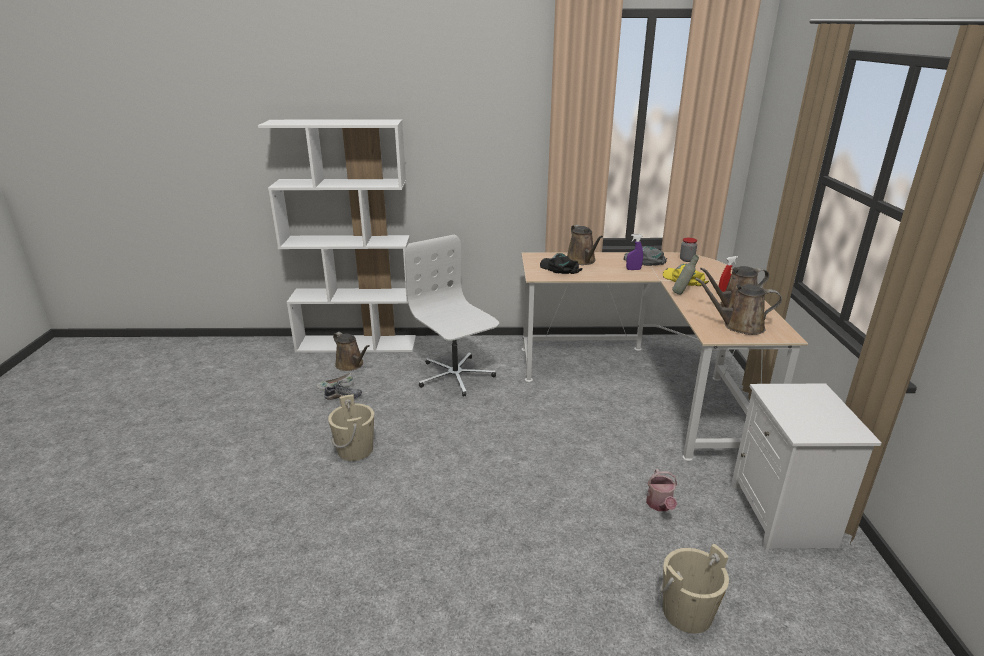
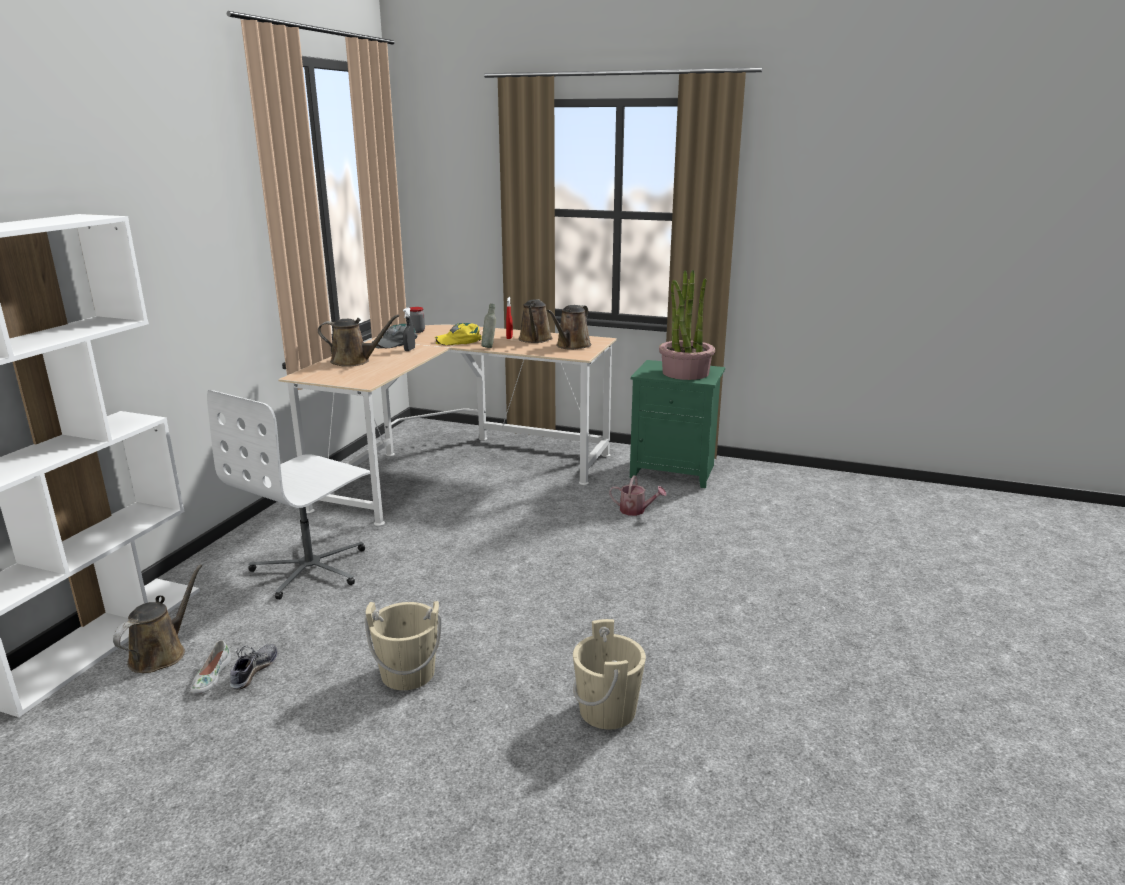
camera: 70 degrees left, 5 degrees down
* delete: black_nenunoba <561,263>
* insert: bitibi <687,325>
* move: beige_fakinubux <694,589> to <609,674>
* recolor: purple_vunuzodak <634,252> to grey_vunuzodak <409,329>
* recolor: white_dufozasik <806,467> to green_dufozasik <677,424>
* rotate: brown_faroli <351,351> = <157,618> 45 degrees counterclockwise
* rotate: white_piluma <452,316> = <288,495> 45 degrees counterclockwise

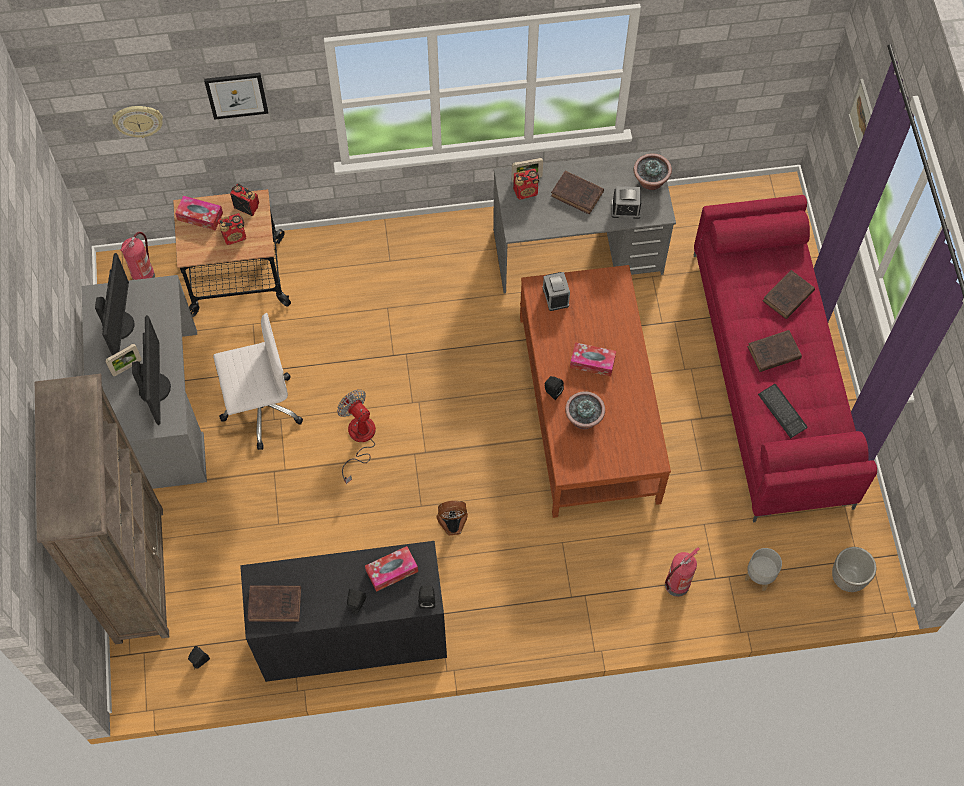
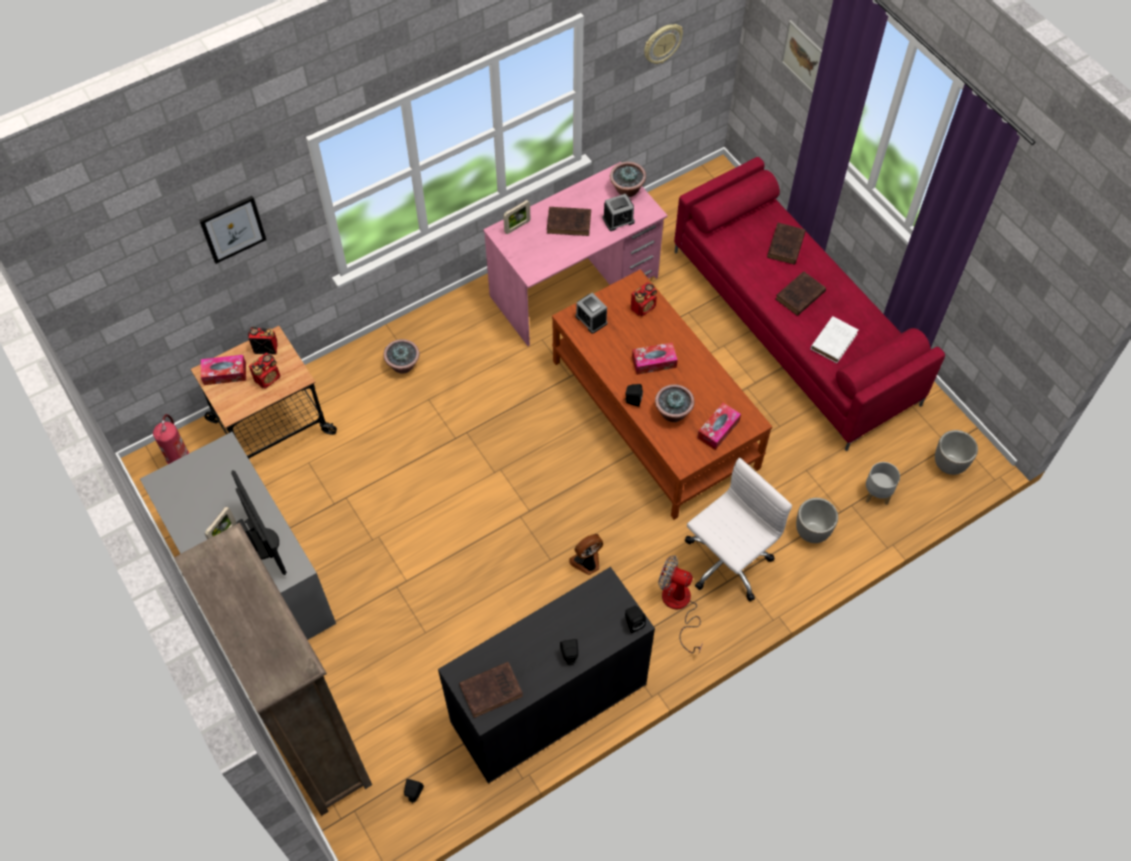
camera: 25 degrees left, 5 degrees down
* delete: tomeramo <114,304>
* insert: bitibi <401,356>
* move: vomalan <137,122> to <663,44>
* move: white_piluma <258,381> to <738,529>
* move: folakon <356,437> to <680,604>
* move: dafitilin <391,569> to <719,426>
* move: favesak <526,184> to <644,299>
* replace: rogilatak <682,572> to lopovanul <817,520>
* replace: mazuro <783,411> to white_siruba <834,339>
* recolor: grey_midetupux <584,221> to pink_midetupux <575,254>

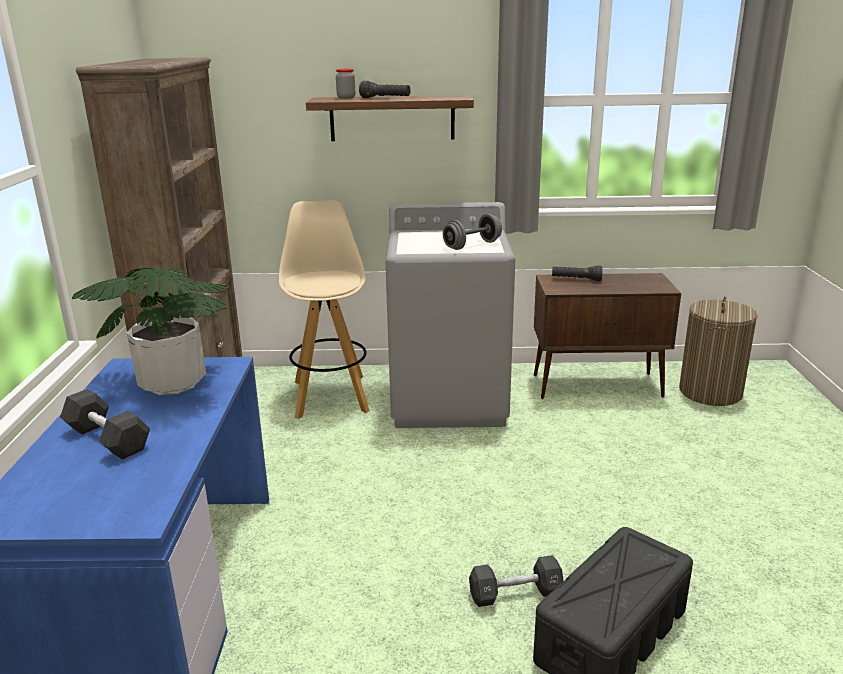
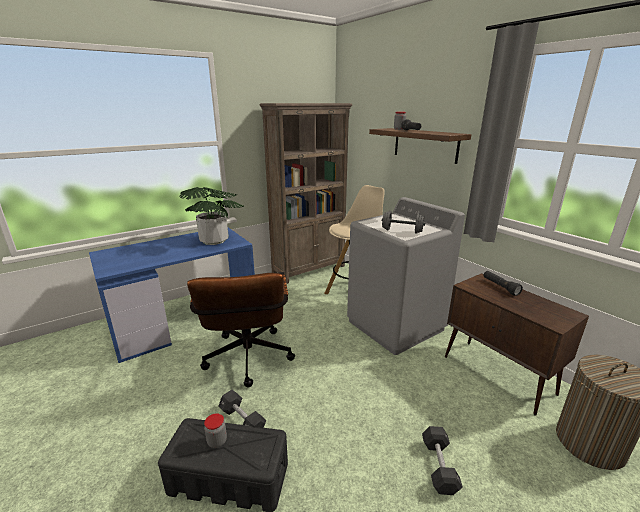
camera: 55 degrees right, 0 degrees up
* insert: brown_piluma <241,329>
* insert: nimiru <215,430>
* move: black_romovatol <105,424> to <442,460>

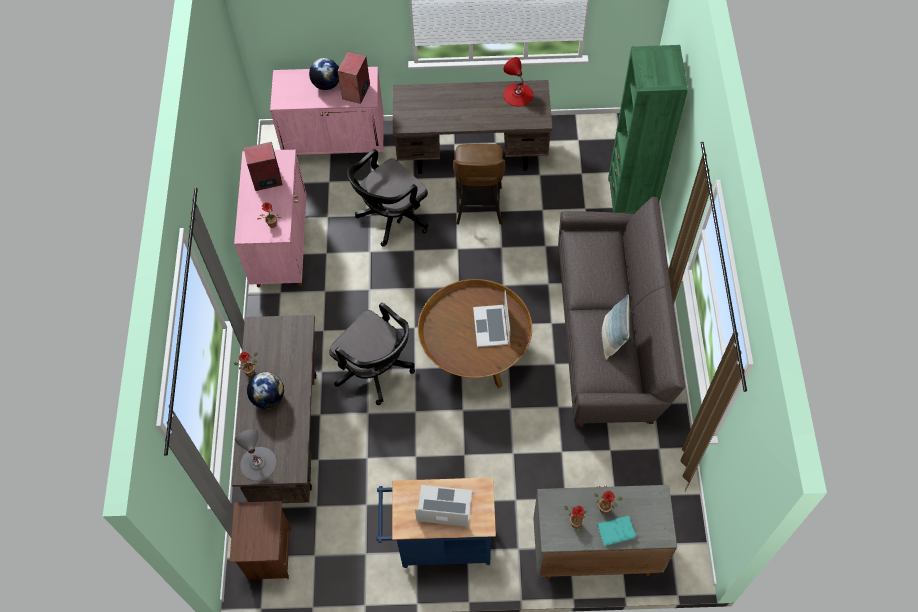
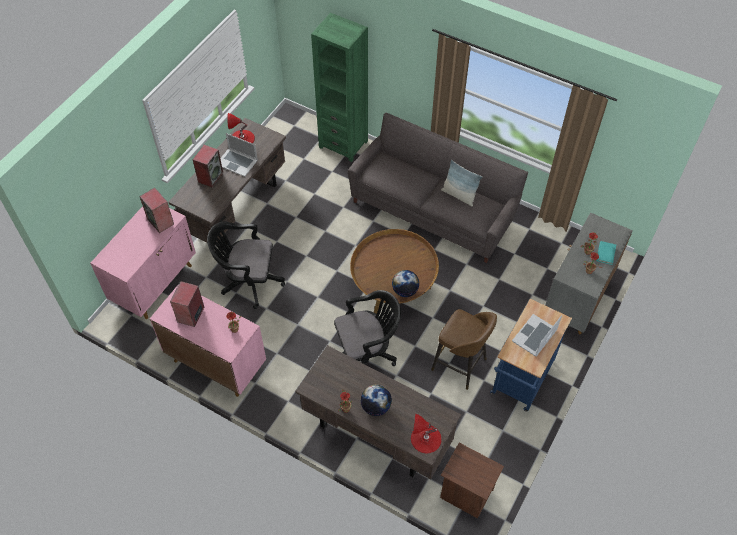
camera: 60 degrees left, 5 degrees down
* insert: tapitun <208,166>
* move: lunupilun <324,74> to <405,283>
* move: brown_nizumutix <479,184> to <464,349>
* move: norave <491,318> to <239,155>
* recolor: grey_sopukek <256,455> to red_sopukek <426,433>
* rotate: black_piluma <387,198> = <246,265> 105 degrees clockwise

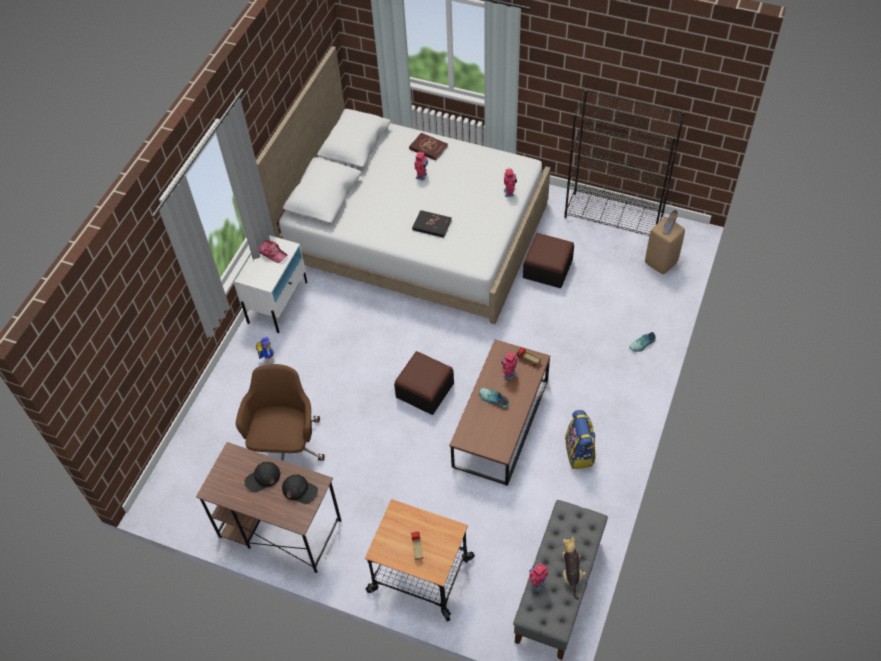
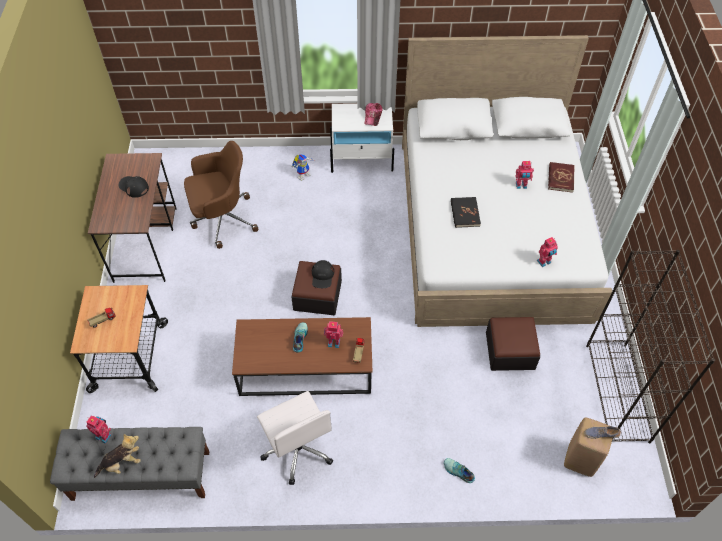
camera: 65 degrees right, 0 degrees up
* move: black_nenunoba <300,489> to <323,274>
* replace: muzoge <580,439> to white_piluma <295,438>

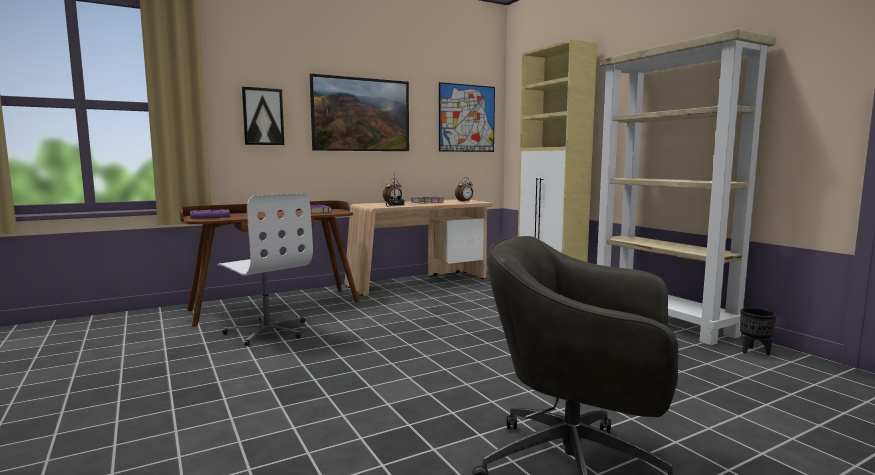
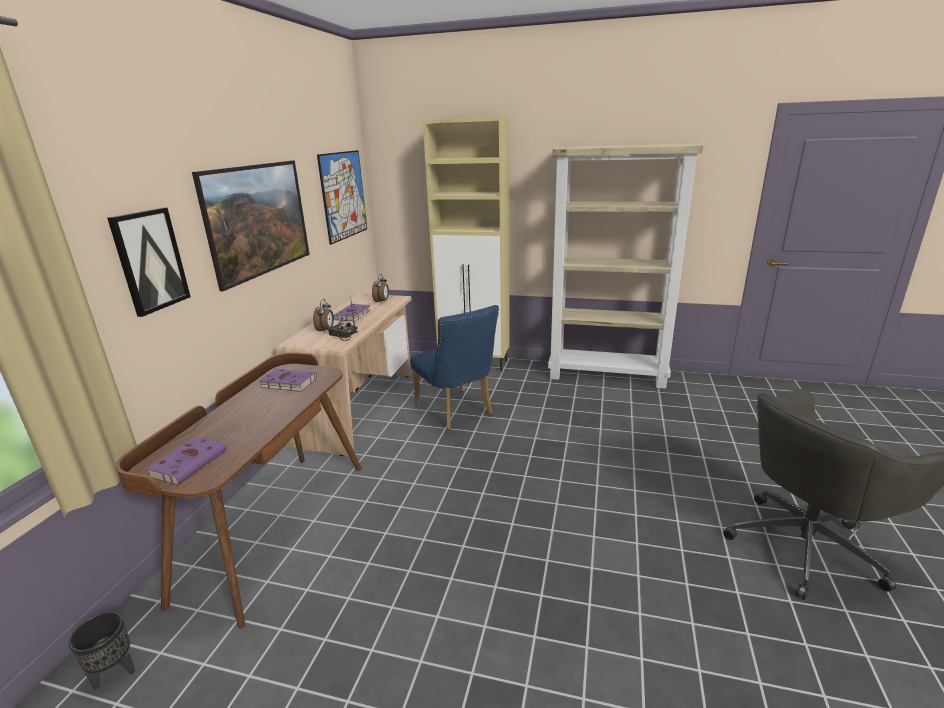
camera: 45 degrees left, 15 degrees up
* delete: white_piluma <265,269>
* insert: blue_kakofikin <454,367>
* move: black_lopovanul <758,332> to <101,650>

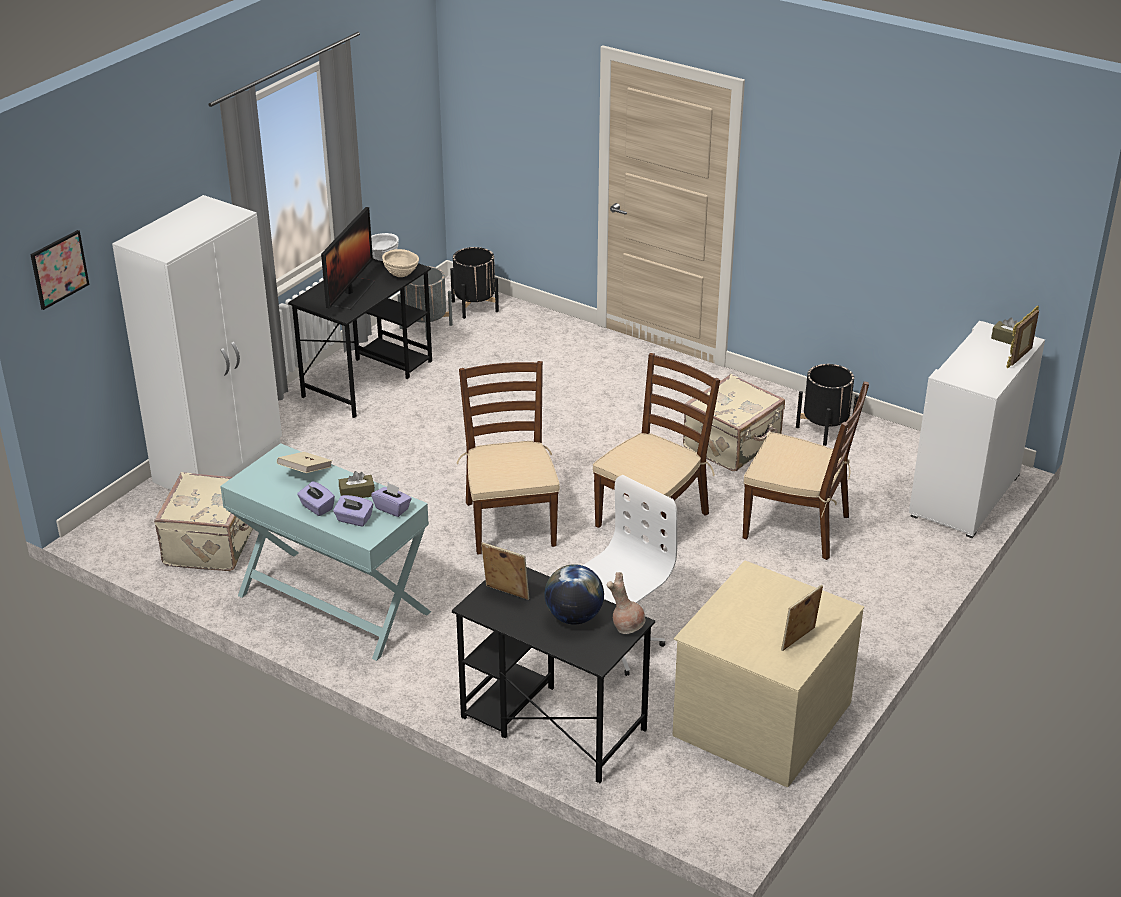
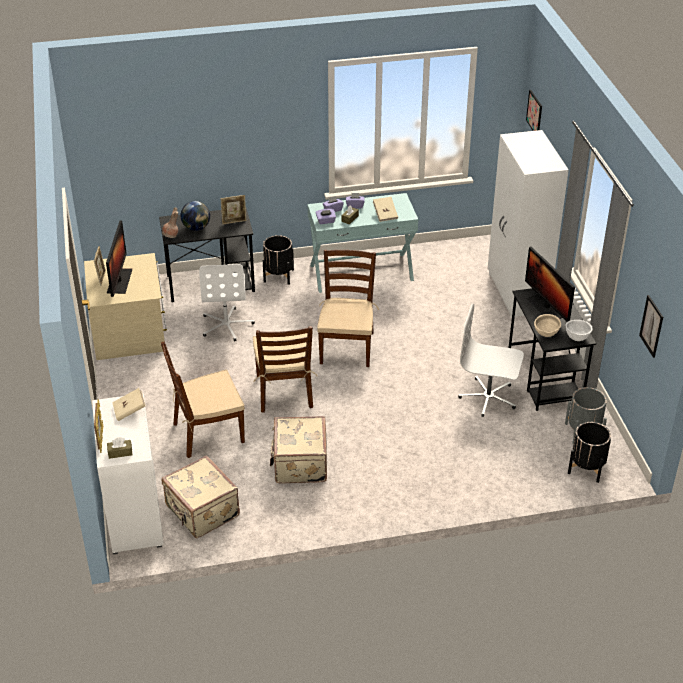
camera: 135 degrees right, 5 degrees up
* insert: tomeramo <119,258>
* insert: beige_siruba <129,404>
* insert: white_piluma <491,360>
* insert: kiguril <651,326>
* move: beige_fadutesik <203,521> to <201,496>
* move: black_lopovanul <827,405> to <278,260>
* rotate: brown_kakofikin <508,458> = <348,308> 120 degrees counterclockwise

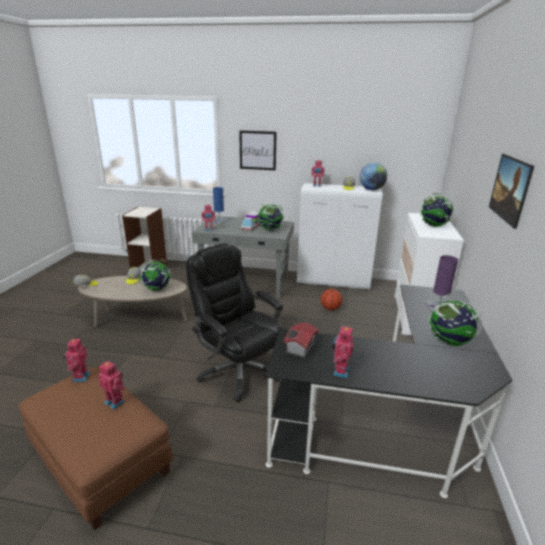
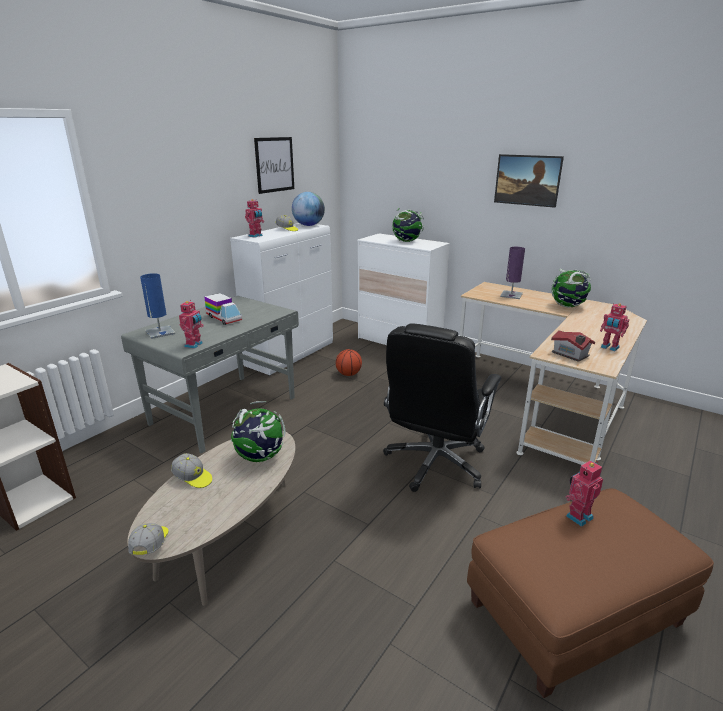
camera: 65 degrees left, 0 degrees up
* delete: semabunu <77,359>
* delete: lunupilun <271,216>
* move: kiguril <258,150> to <274,165>
* recolor: black_midetupux <388,391> to beige_midetupux <553,373>
* rotate: black_piluma <235,323> = <442,407> 45 degrees counterclockwise

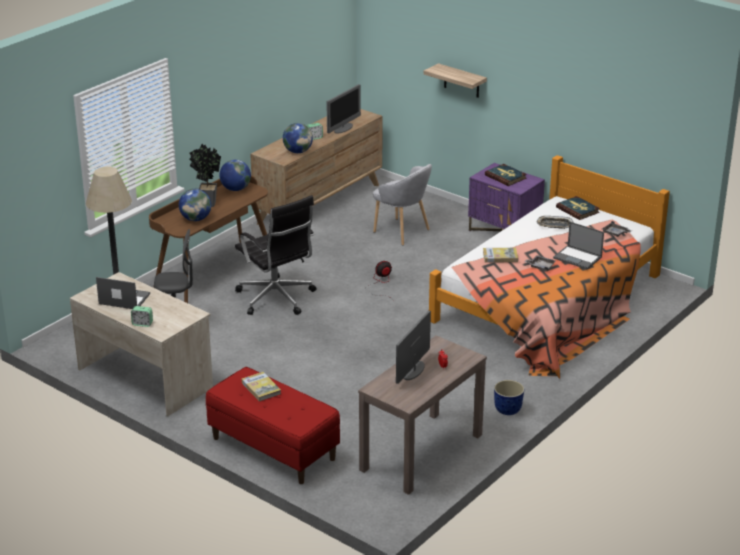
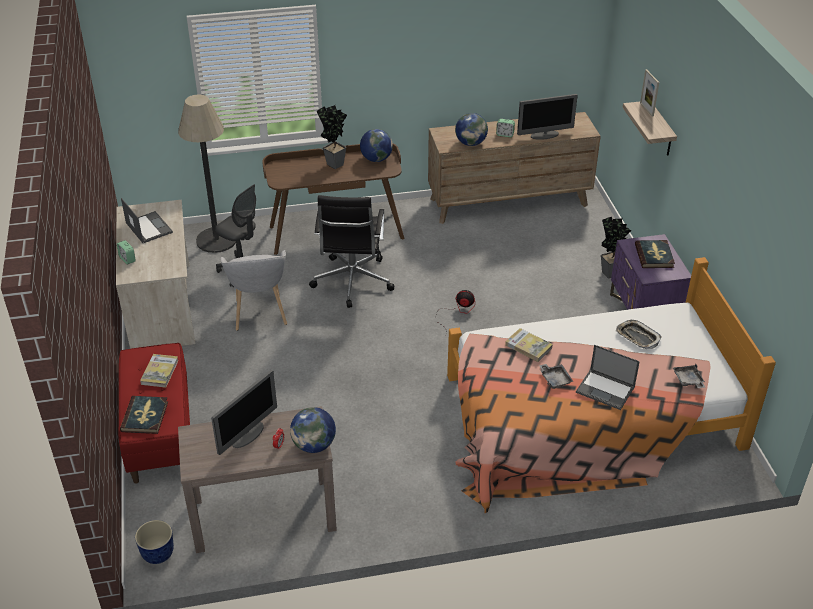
camera: 40 degrees right, 10 degrees up
* insert: bitibi <616,247>
* insert: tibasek <649,93>
* move: lunupilun <195,205> to <313,430>
* move: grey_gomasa <402,205> to <254,290>
* move: lopovanul <509,397> to <154,542>
* move: siruba <578,208> to <144,415>
* rotate: tomeramo <413,347> = <244,412> 150 degrees clockwise
* rotate: norave <578,246> = <608,377> 45 degrees counterclockwise

